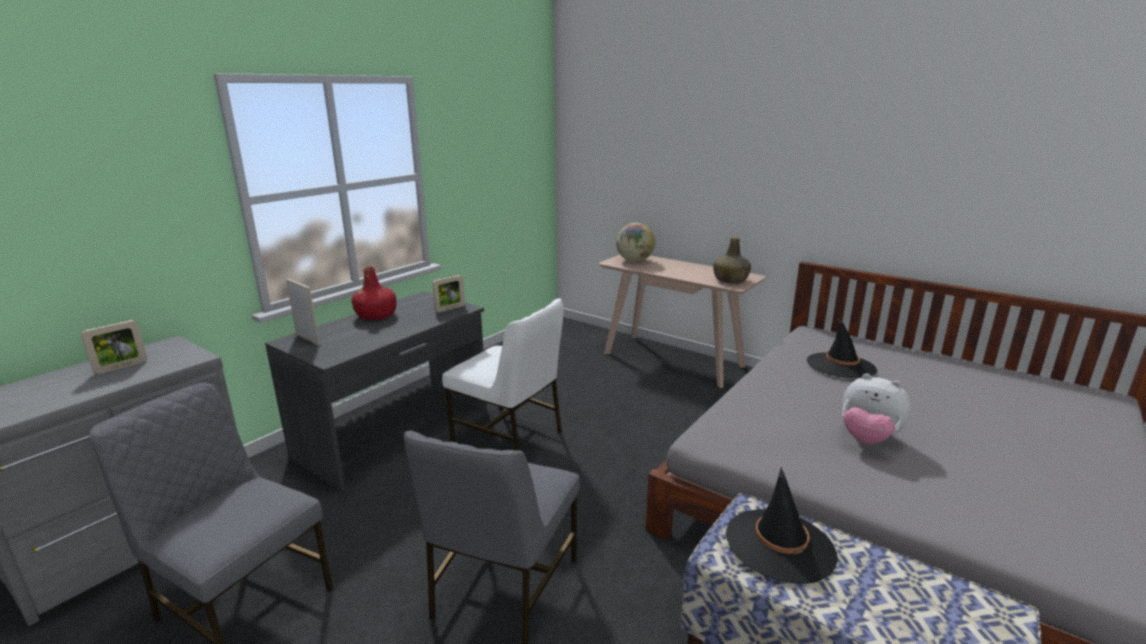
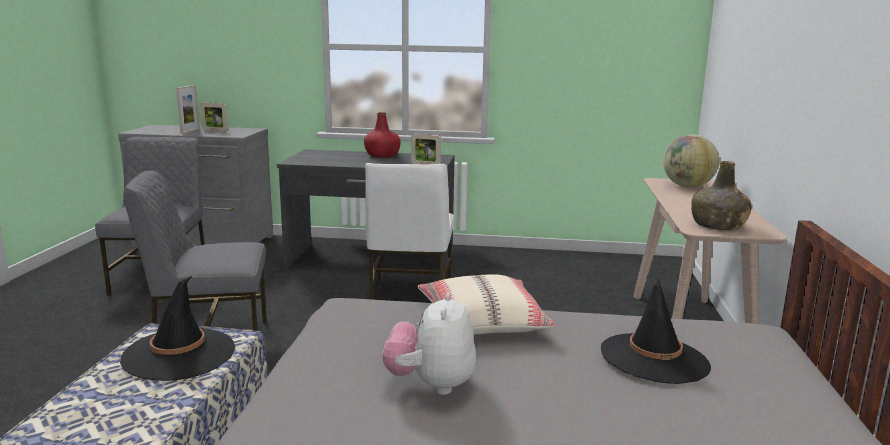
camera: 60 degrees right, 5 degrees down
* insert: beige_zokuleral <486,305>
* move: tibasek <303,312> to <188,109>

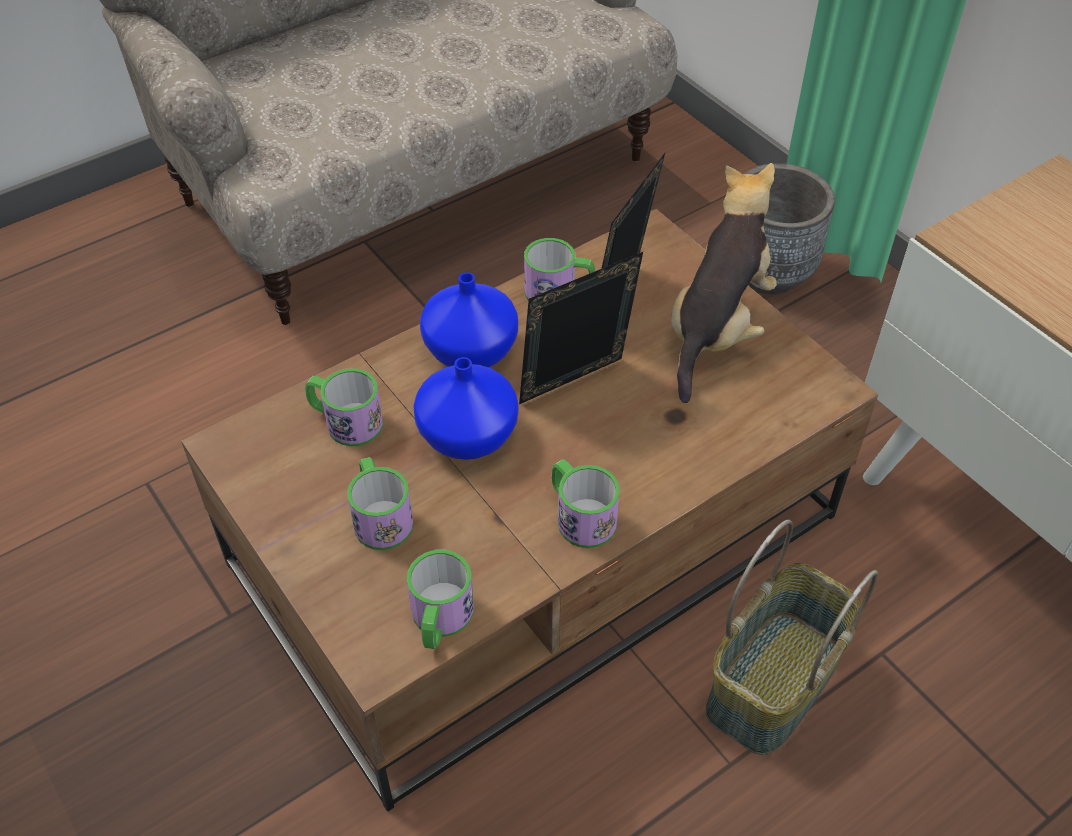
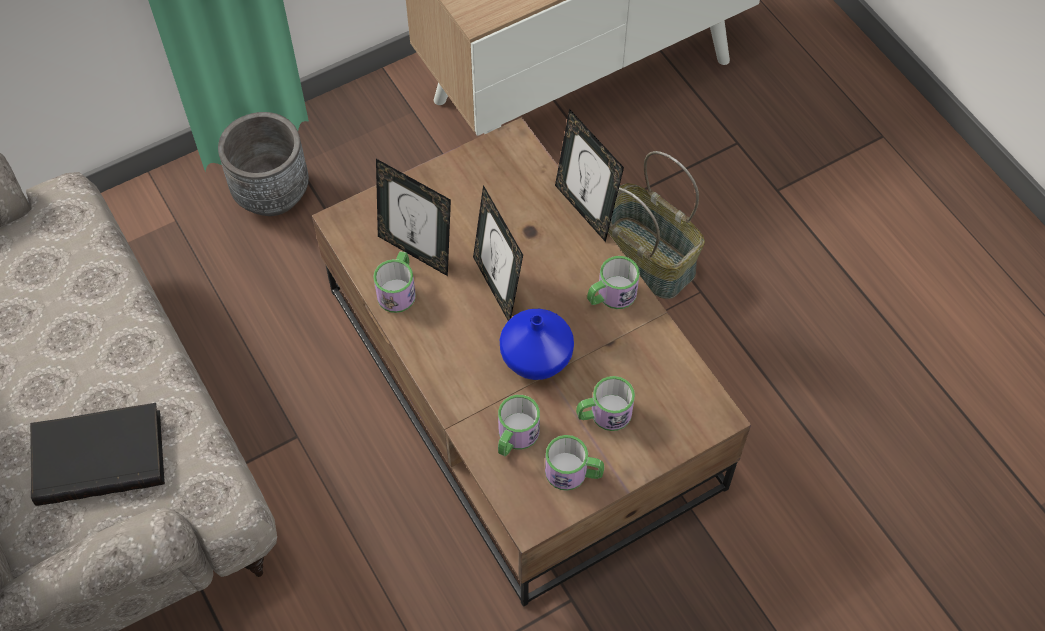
camera: 85 degrees left, 10 degrees up
* delete: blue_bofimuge <469,320>
* delete: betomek <724,283>
* insert: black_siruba <97,454>
* insert: tibasek <589,175>
* move: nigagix <440,599> to <574,463>

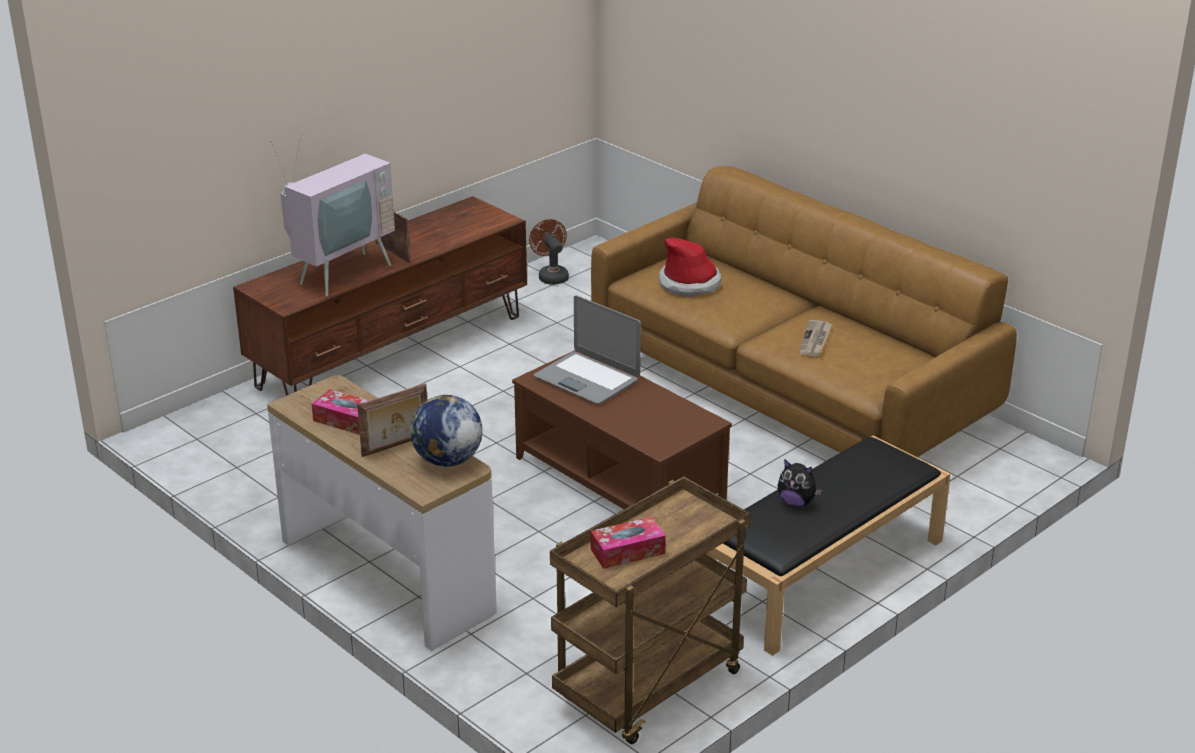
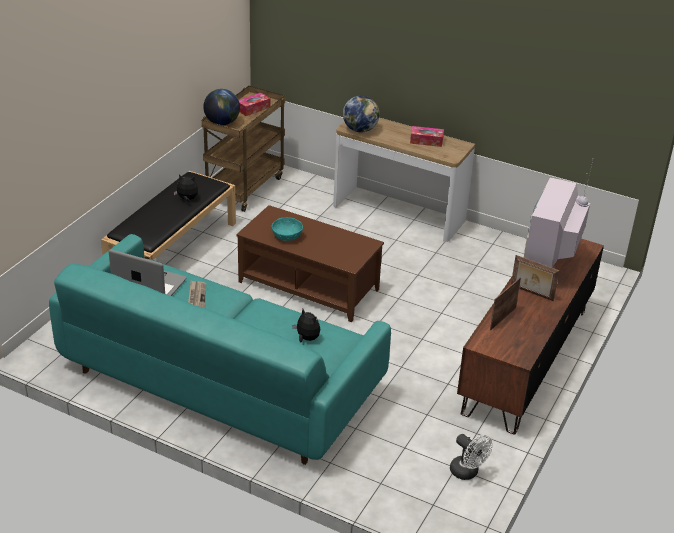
camera: 160 degrees right, 5 degrees up
* insert: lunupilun <222,107>
* insert: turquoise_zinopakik <287,229>
* move: tibasek <392,420> to <505,303>
* move: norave <587,349> to <147,272>
* replace: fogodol <690,267> to betomek <306,326>
* recolor: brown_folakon <549,252> to white_folakon <471,457>
* recolor: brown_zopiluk <804,311> to turquoise_zopiluk <220,349>

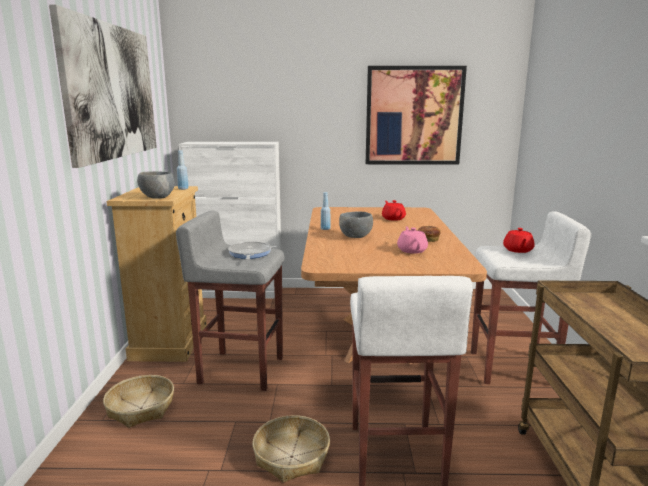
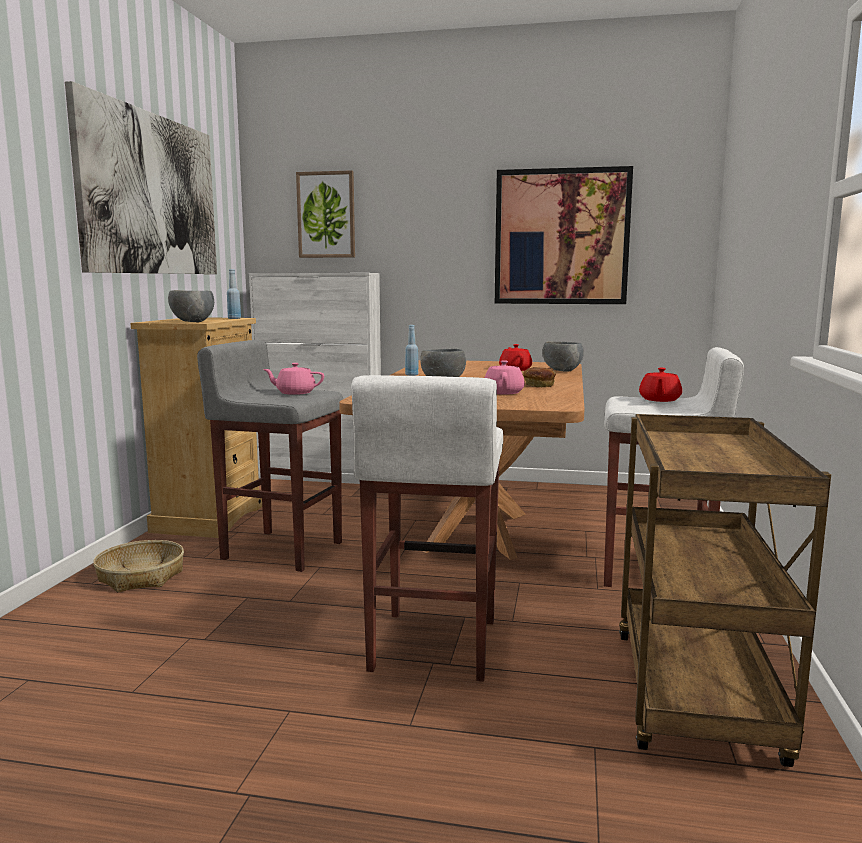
camera: 10 degrees right, 5 degrees down
* delete: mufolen <291,449>
* insert: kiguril <325,214>
* insert: grey_zinopakik <563,356>
* replace: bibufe <249,251> to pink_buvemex <293,379>

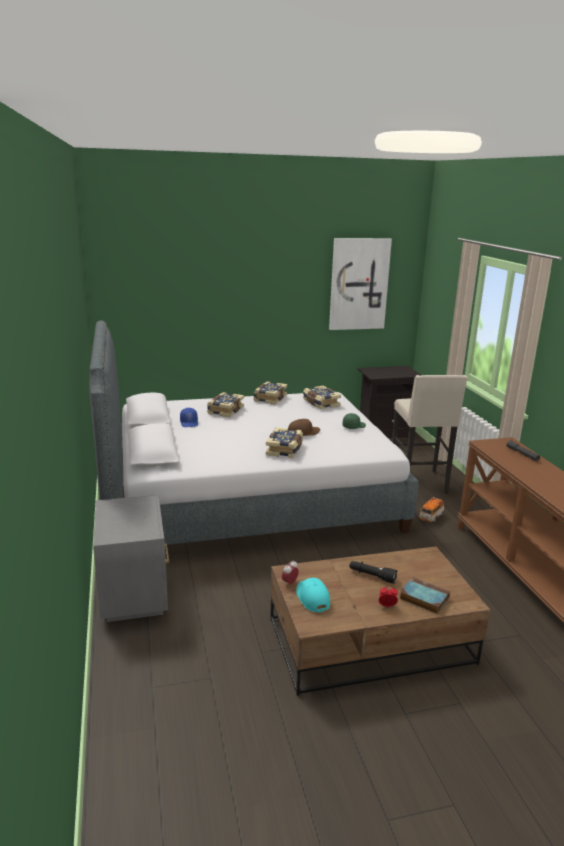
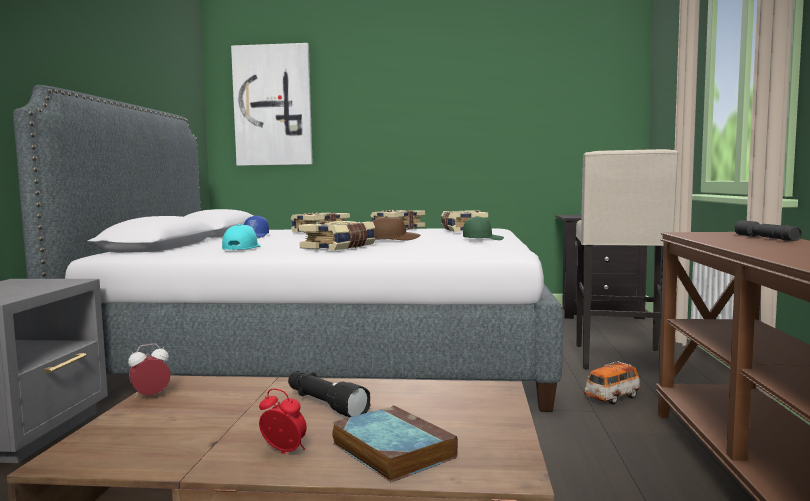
camera: 20 degrees right, 15 degrees down
* move: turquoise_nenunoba <313,595> to <241,237>
* move: kiguril <360,284> to <272,104>

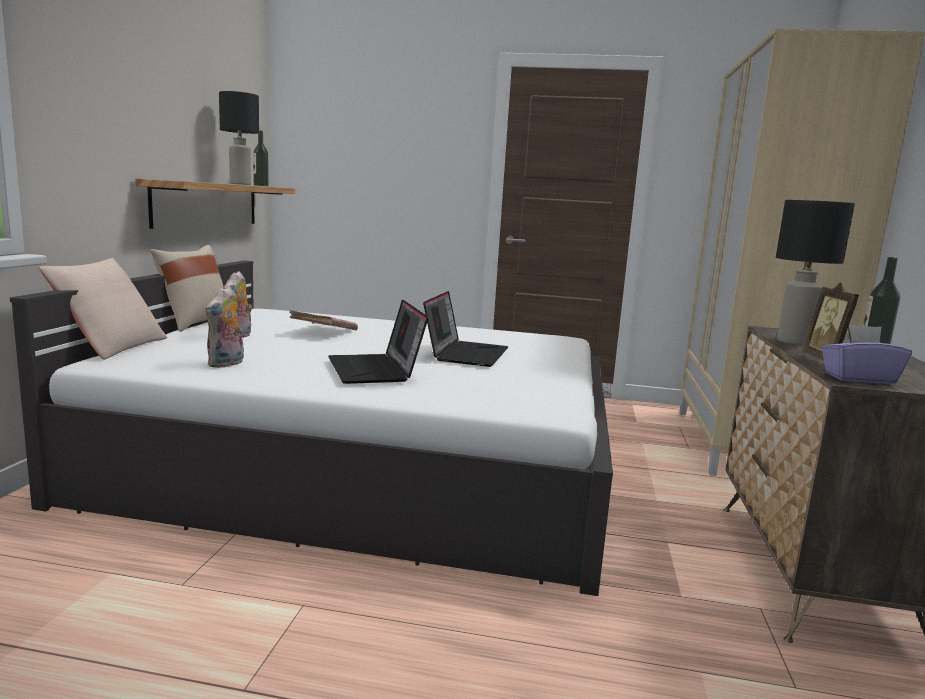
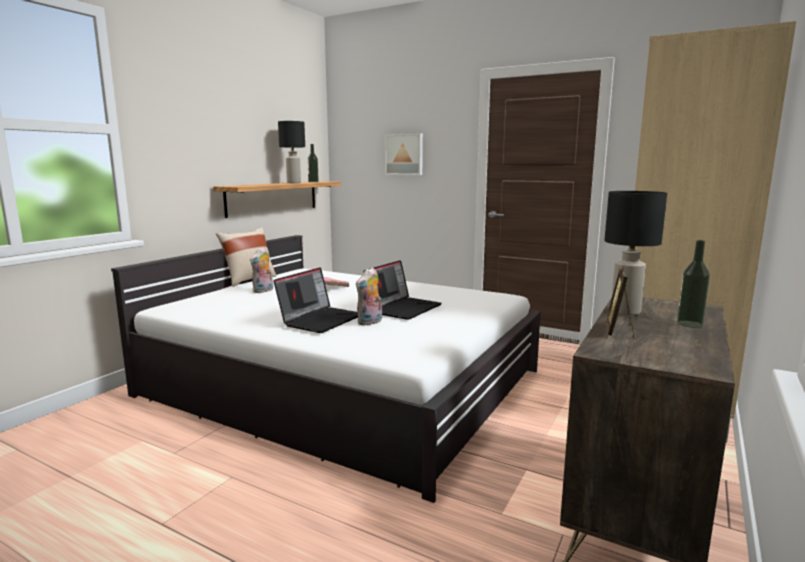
camera: 20 degrees right, 0 degrees up
* delete: beige_zokuleral <103,309>
* delete: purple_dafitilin <866,354>
* insert: kiguril <404,154>
* move: betomek <225,327> to <369,296>
* rotate: norave <378,341> = <315,300> 150 degrees counterclockwise

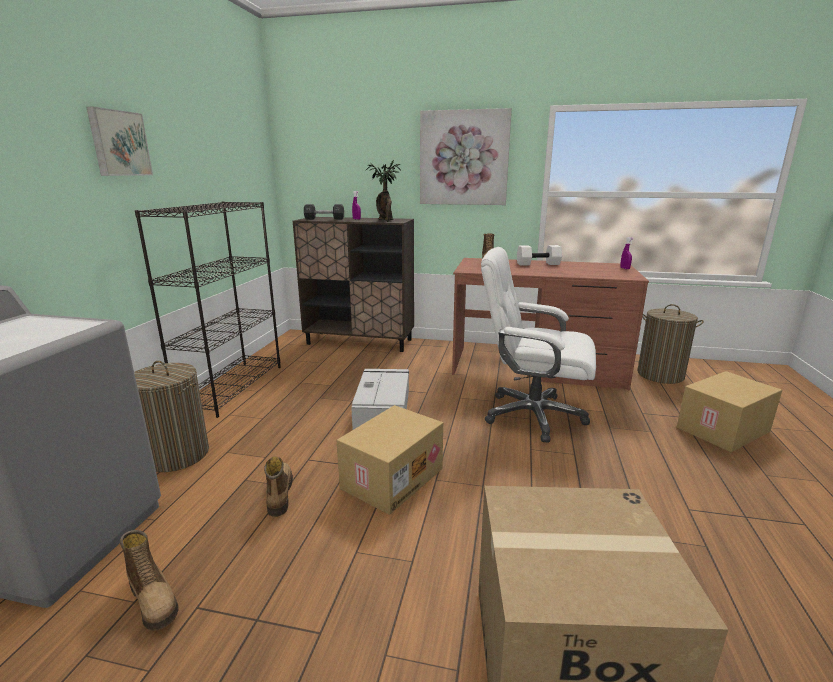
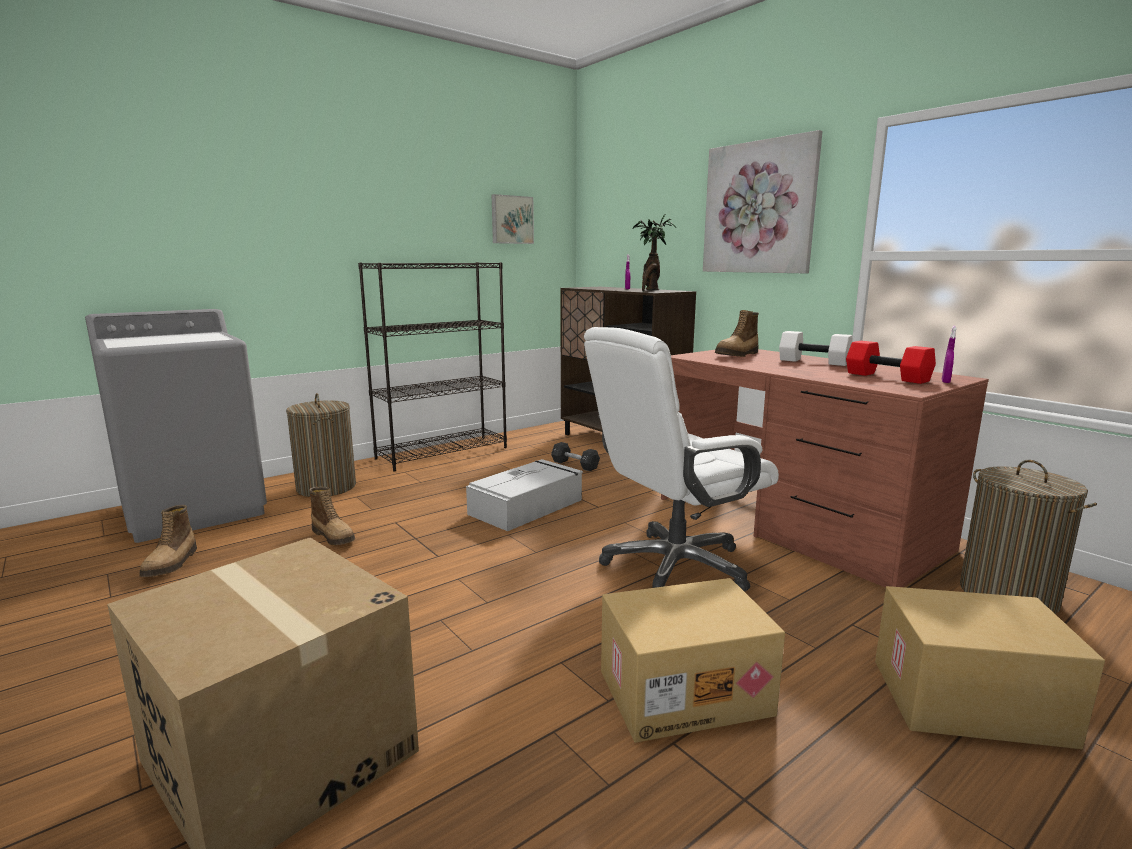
camera: 40 degrees right, 5 degrees down
* insert: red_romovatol <891,362>
* move: kiguril <119,141> to <513,219>
* move: black_romovatol <324,212> to <575,456>
* move: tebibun <390,460> to <693,660>
* rotate: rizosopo <278,486> = <332,516> 105 degrees clockwise
* rotate: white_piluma <538,344> = <681,459> 90 degrees counterclockwise

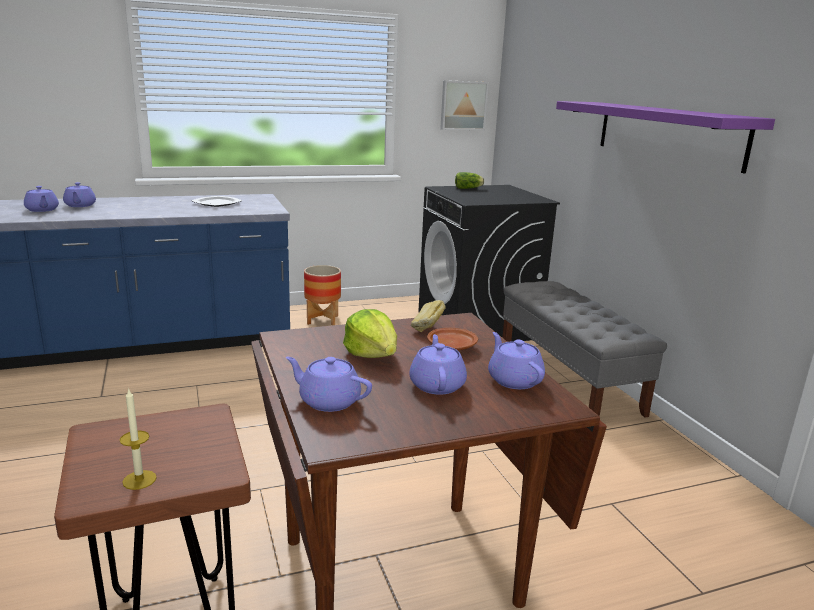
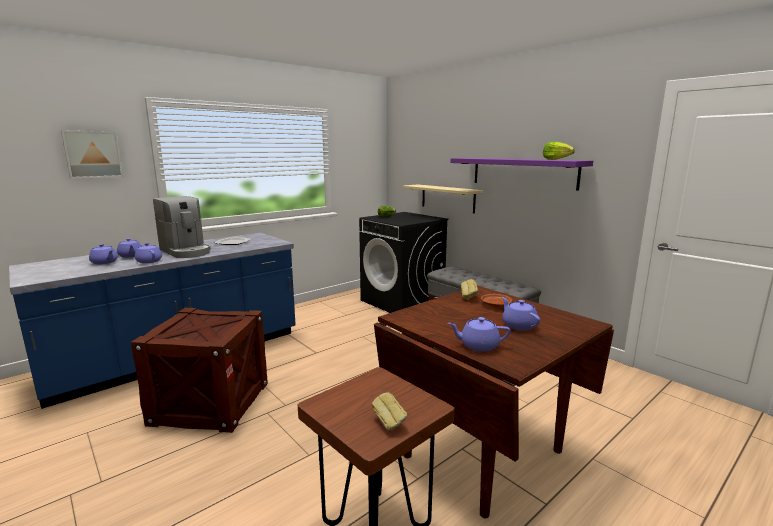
camera: 20 degrees left, 5 degrees down
* delete: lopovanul <322,295>
* insert: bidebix <199,370>
* insert: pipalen <182,227>
* insert: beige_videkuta <443,199>
* move: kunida <370,333> to <559,151>
* move: kiguril <464,105> to <92,154>
* move: purple_buvemex <516,360> to <148,253>
* replace: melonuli <138,439> to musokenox <389,411>

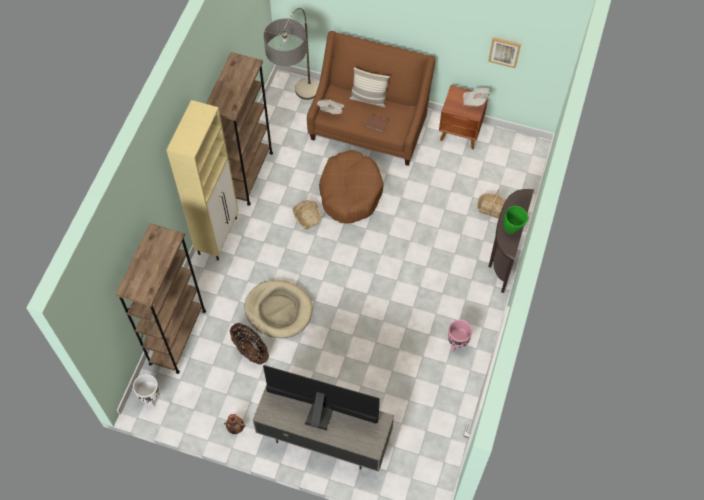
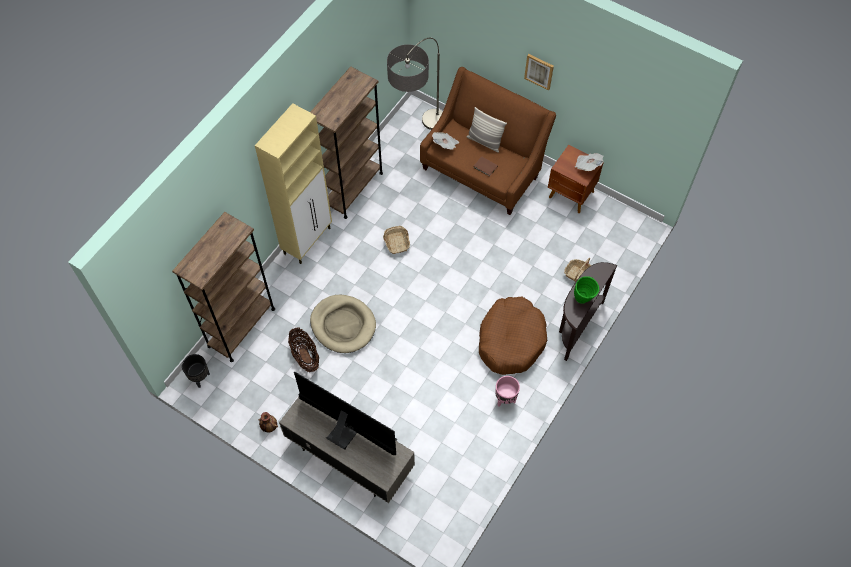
camera: 15 degrees right, 0 degrees up
* move: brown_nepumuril <351,187> to <513,336>
* move: kiguril <504,52> to <539,72>
* recolor: white_lopovanul <146,391> to black_lopovanul <196,371>

